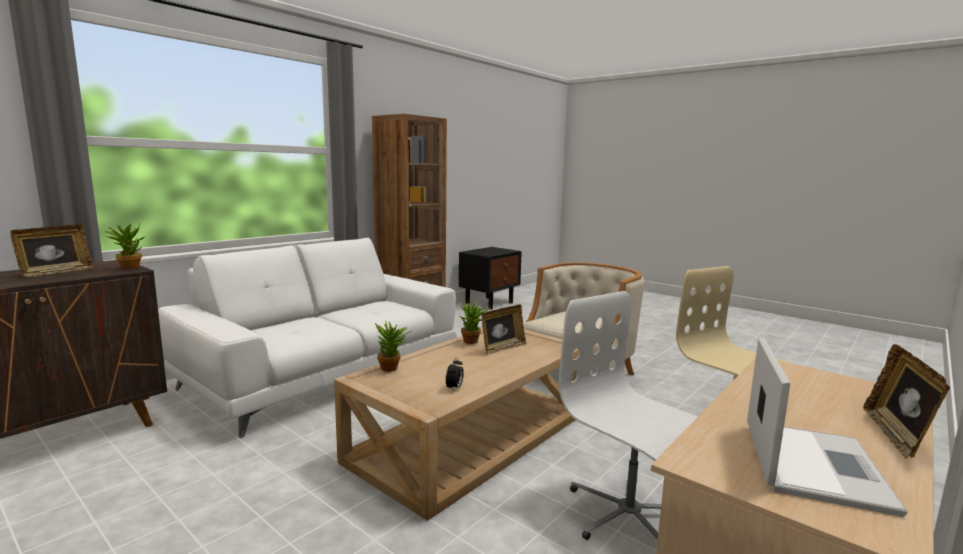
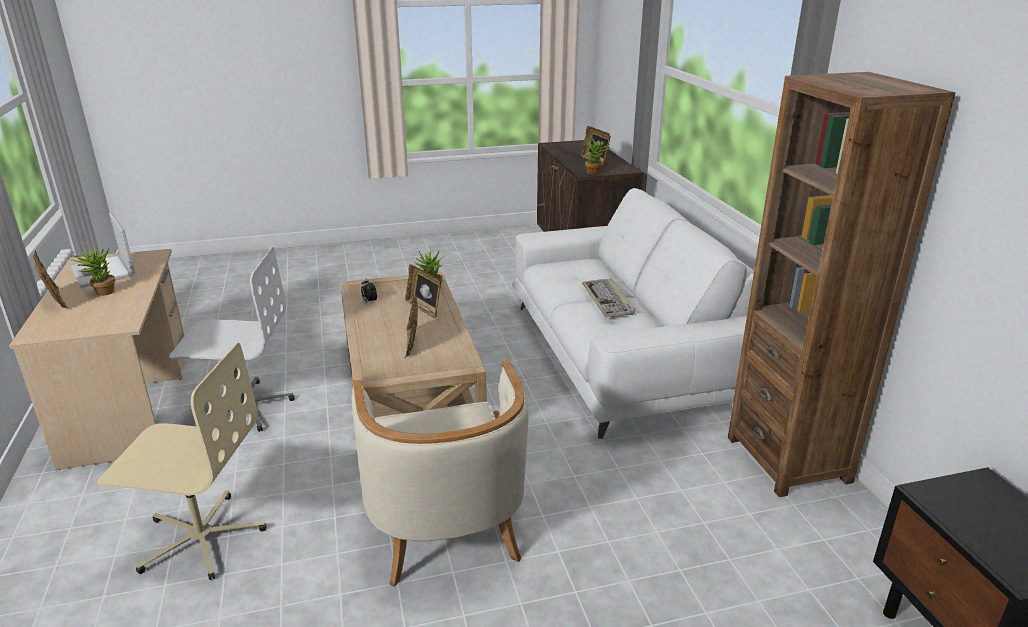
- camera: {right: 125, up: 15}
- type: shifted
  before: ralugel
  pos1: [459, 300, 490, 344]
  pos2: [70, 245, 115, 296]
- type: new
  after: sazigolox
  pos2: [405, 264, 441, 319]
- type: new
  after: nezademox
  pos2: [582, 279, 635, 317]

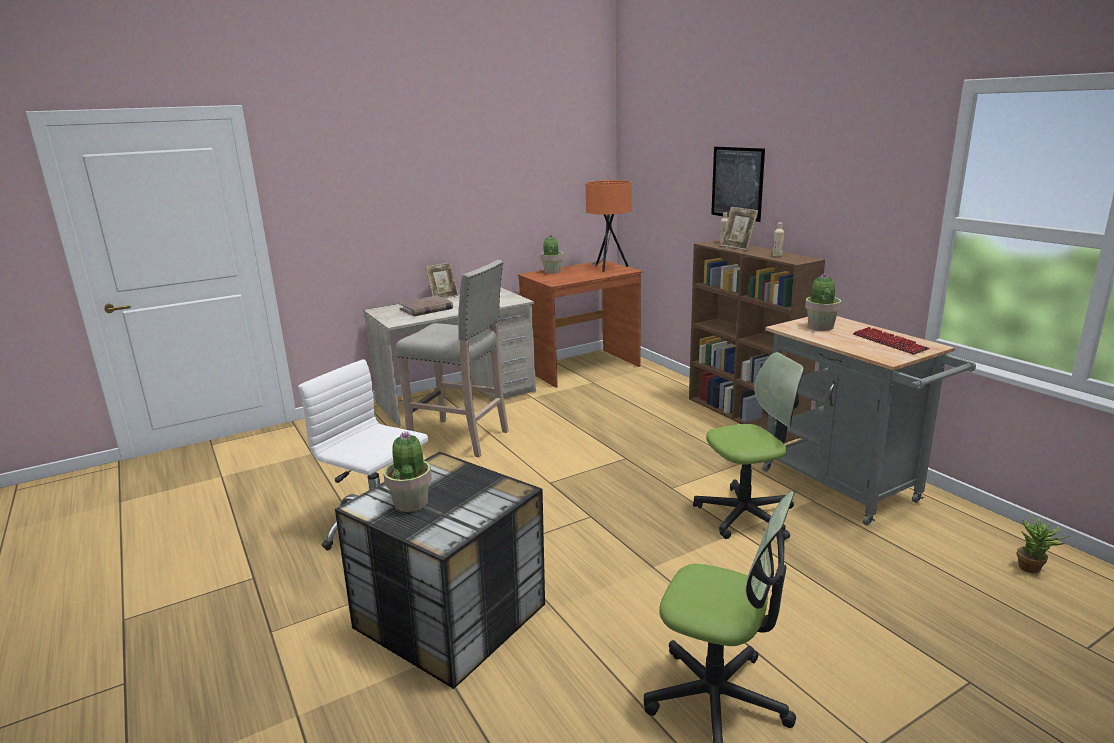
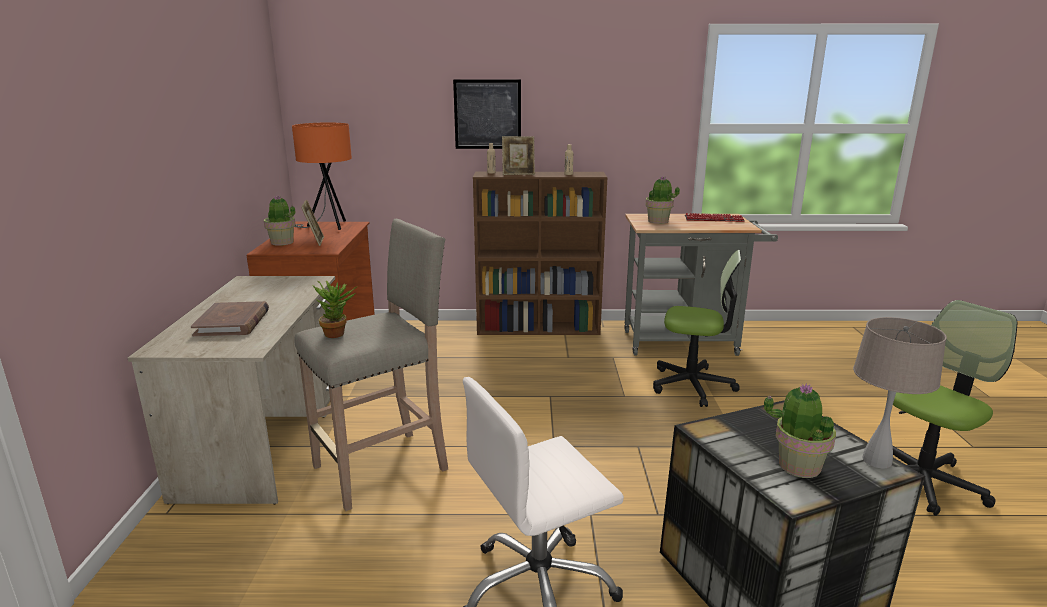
- camera: {right: -60, up: 0}
- type: shifted
  before: sazigolox
  pos1: [425, 262, 459, 299]
  pos2: [301, 200, 324, 246]
- type: rotated
  before: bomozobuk
  pos1: [693, 352, 804, 540]
  pos2: [653, 250, 741, 407]
  turn: 90
- type: shifted
  before: ralugel
  pos1: [1017, 513, 1071, 573]
  pos2: [312, 281, 358, 338]
- type: new
  after: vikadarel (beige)
  pos2: [853, 317, 947, 468]

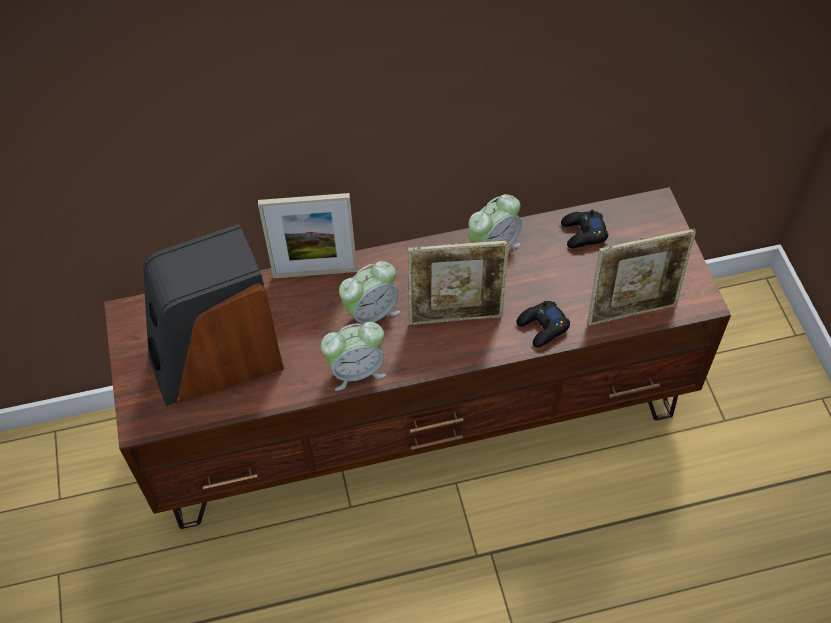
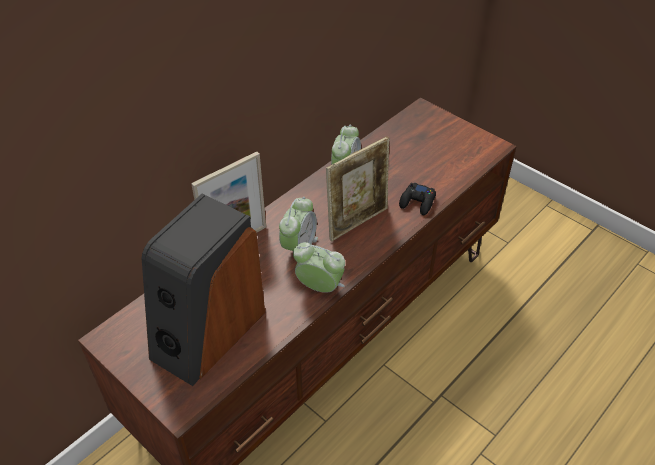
- camera: {right: -35, up: -10}
- type: rotated
  before: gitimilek
  pos1: [321, 322, 386, 391]
  pos2: [293, 242, 345, 293]
  turn: -105
- type: gone
  before: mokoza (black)
  pos1: [561, 210, 608, 248]
- type: gone
  before: sazigolox
  pos1: [587, 229, 696, 326]

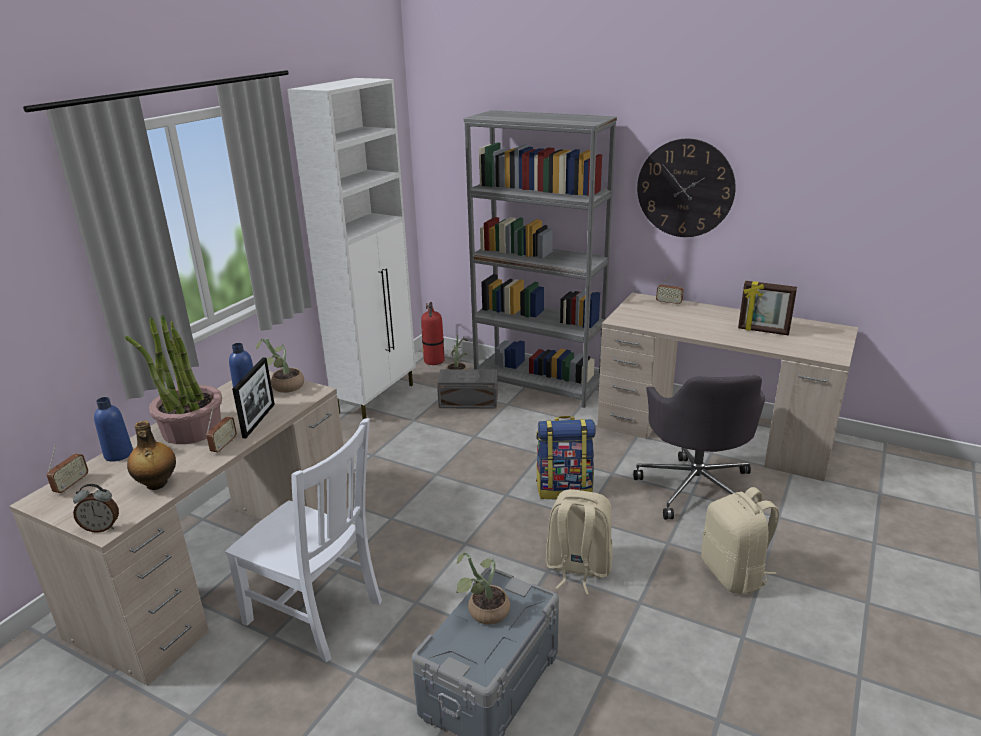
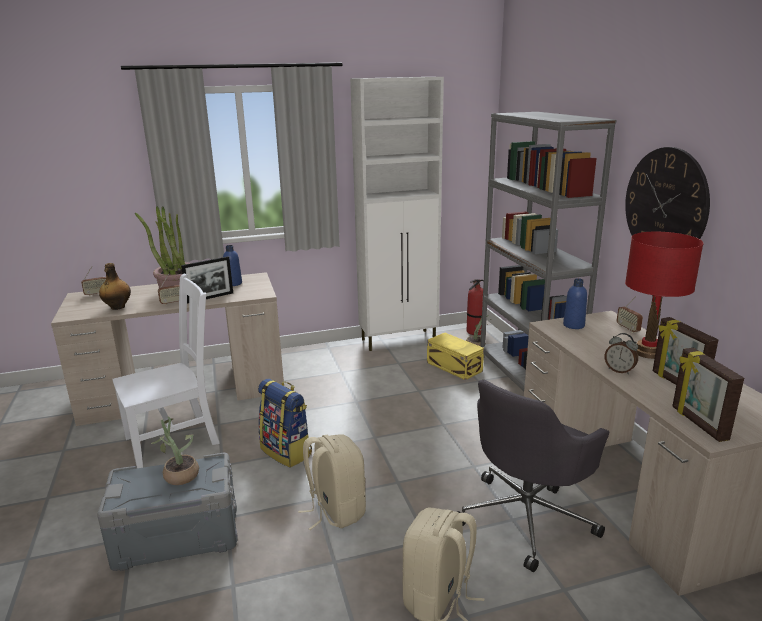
- camera: {right: 45, up: -5}
- type: shifted
  before: gitimilek
  pos1: [73, 484, 119, 533]
  pos2: [605, 333, 638, 375]
- type: shifted
  before: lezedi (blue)
  pos1: [94, 397, 133, 462]
  pos2: [563, 278, 587, 329]
- type: rotated
  before: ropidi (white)
  pos1: [225, 418, 382, 662]
  pos2: [112, 273, 220, 468]
  turn: -105
- type: gone
  before: ralugel
  pos1: [256, 338, 304, 393]
- type: repainted
  before: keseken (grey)
  after: keseken (yellow)
  pos1: [437, 369, 498, 409]
  pos2: [427, 333, 484, 380]
- type: shifted
  before: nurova
  pos1: [536, 416, 596, 499]
  pos2: [258, 378, 312, 468]
- type: new
  after: vikadarel (red)
  pos2: [625, 232, 704, 359]
- type: new
  after: sazigolox
  pos2: [672, 348, 744, 442]

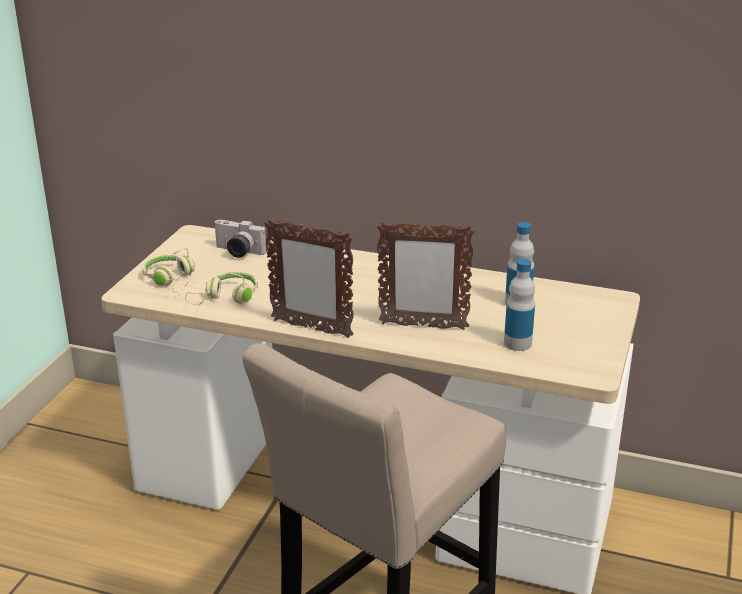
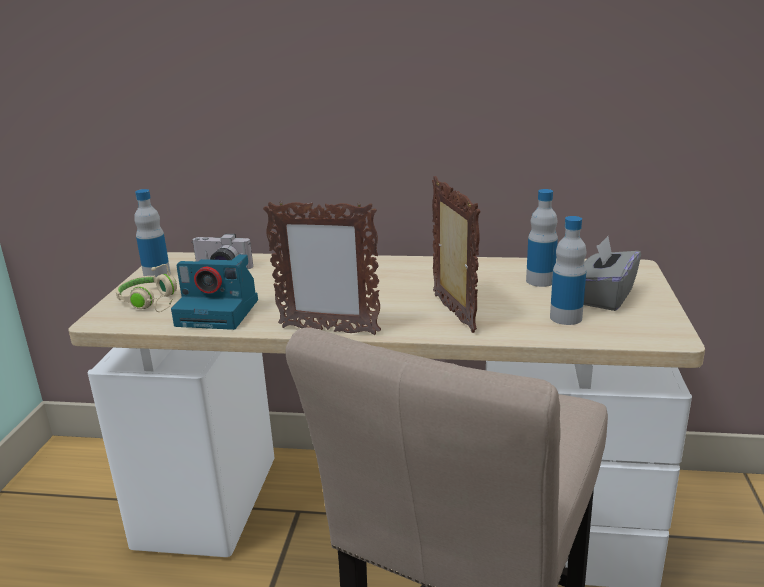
- camera: {right: -10, up: -5}
- type: swapped
  before: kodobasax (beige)
  after: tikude
  pos1: [185, 271, 258, 305]
  pos2: [171, 254, 258, 330]
- type: rotated
  before: sazigolox
  pos1: [377, 221, 475, 330]
  pos2: [432, 176, 480, 333]
  turn: -105
- type: new
  after: lezedi
  pos2: [134, 189, 171, 277]
- type: new
  after: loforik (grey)
  pos2: [584, 236, 641, 311]

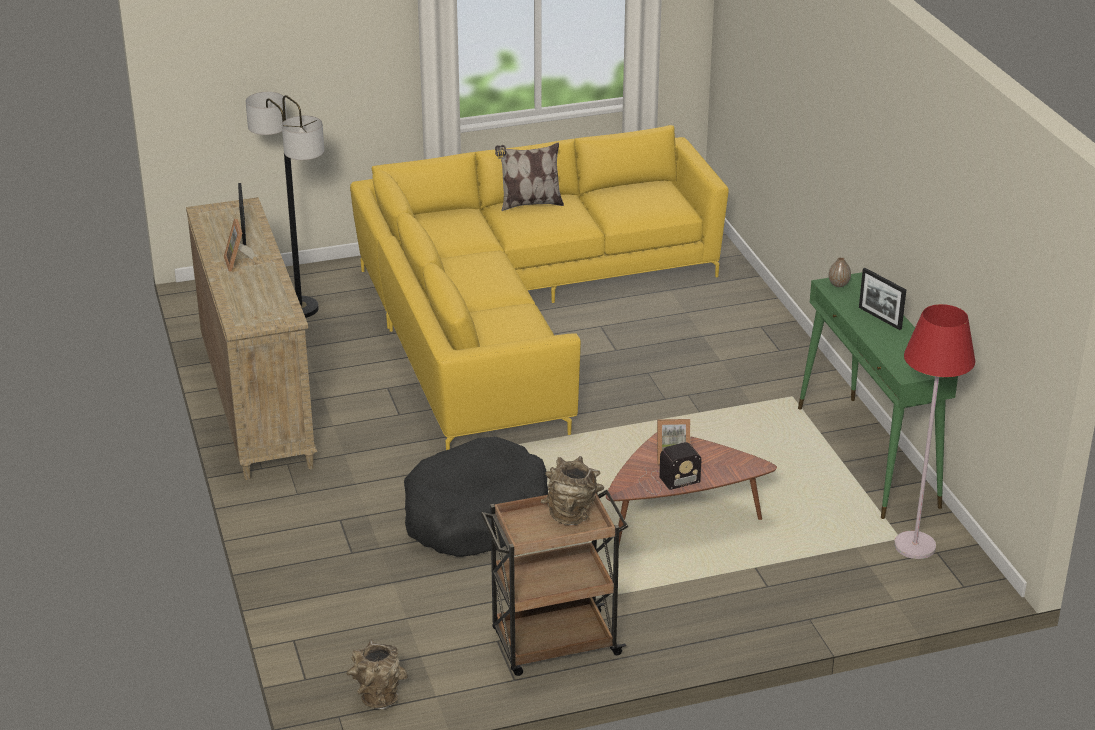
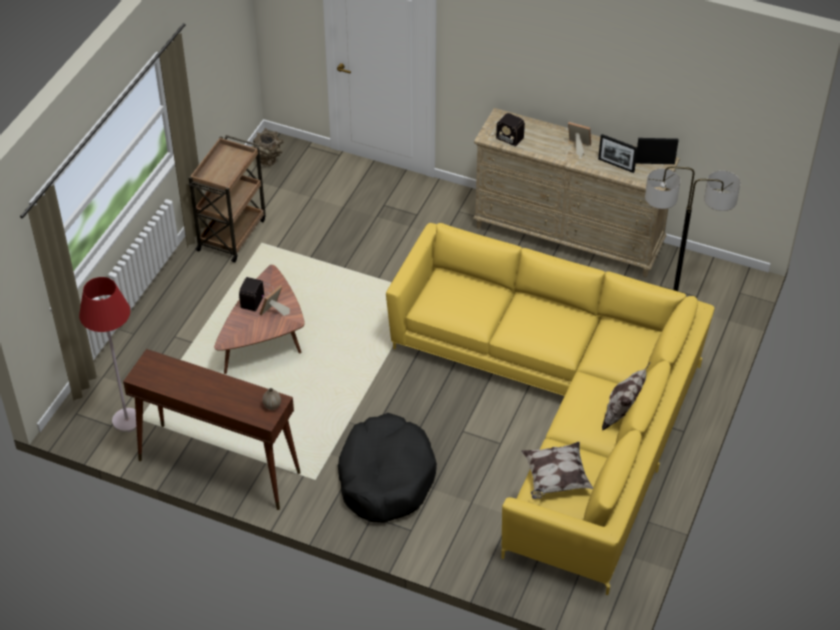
- camera: {right: 130, up: 15}
- type: shifted
  before: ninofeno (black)
  pos1: [404, 437, 548, 557]
  pos2: [338, 413, 437, 523]
- type: gone
  before: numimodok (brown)
  pos1: [541, 456, 604, 525]
- type: repainted
  before: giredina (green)
  after: giredina (brown)
  pos1: [798, 272, 958, 519]
  pos2: [123, 349, 301, 510]
- type: shifted
  before: sazigolox
  pos1: [859, 268, 906, 330]
  pos2: [636, 138, 679, 164]
- type: new
  after: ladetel
  pos2: [486, 113, 525, 147]
- type: new
  after: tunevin
  pos2: [521, 442, 593, 499]

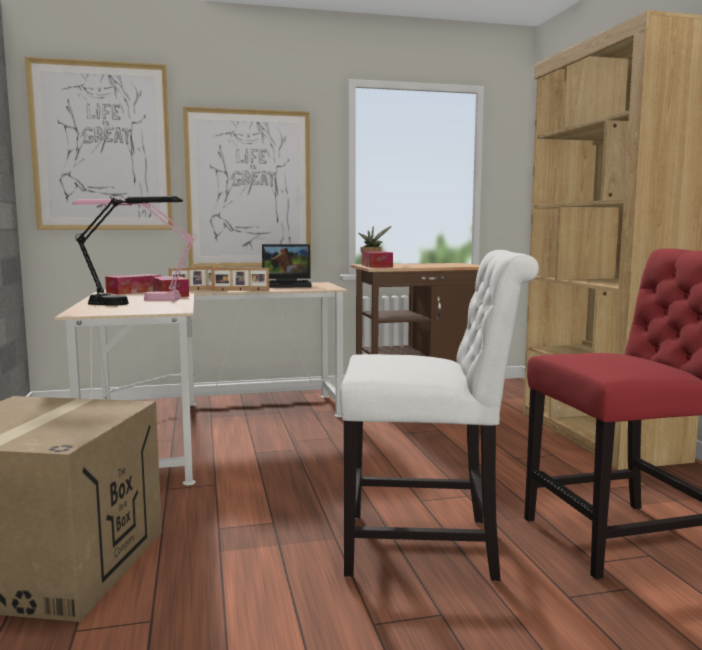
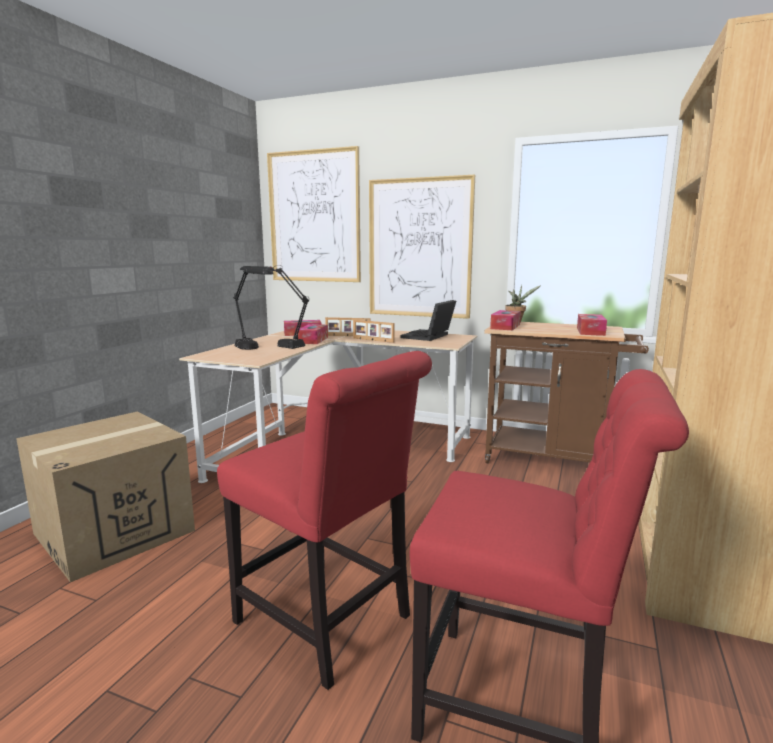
- camera: {right: 35, up: 5}
- type: repainted
  before: vikadarel (pink)
  after: vikadarel (black)
  pos1: [72, 199, 196, 301]
  pos2: [240, 265, 309, 349]
- type: rotated
  before: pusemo
  pos1: [262, 244, 312, 288]
  pos2: [401, 300, 456, 341]
  turn: 90
- type: repainted
  before: ropidi (white)
  after: ropidi (red)
  pos1: [340, 250, 539, 581]
  pos2: [217, 351, 432, 690]
- type: new
  after: loforik
  pos2: [577, 314, 607, 336]

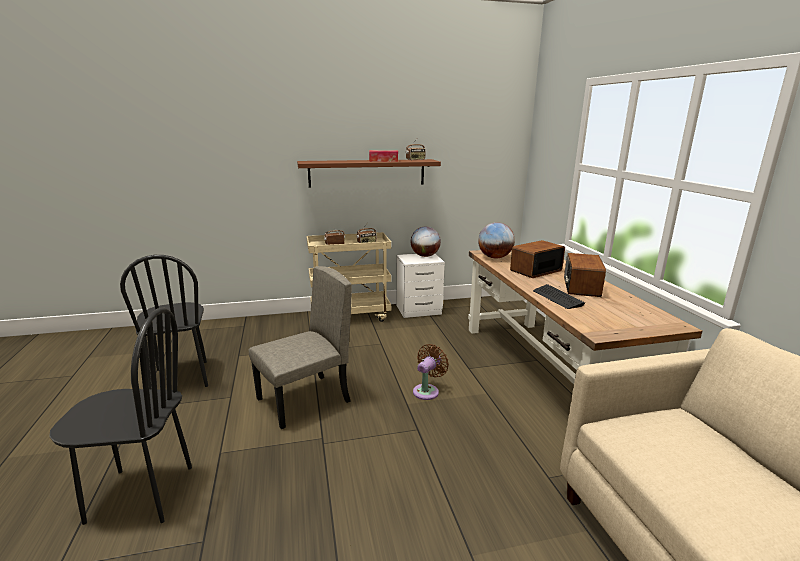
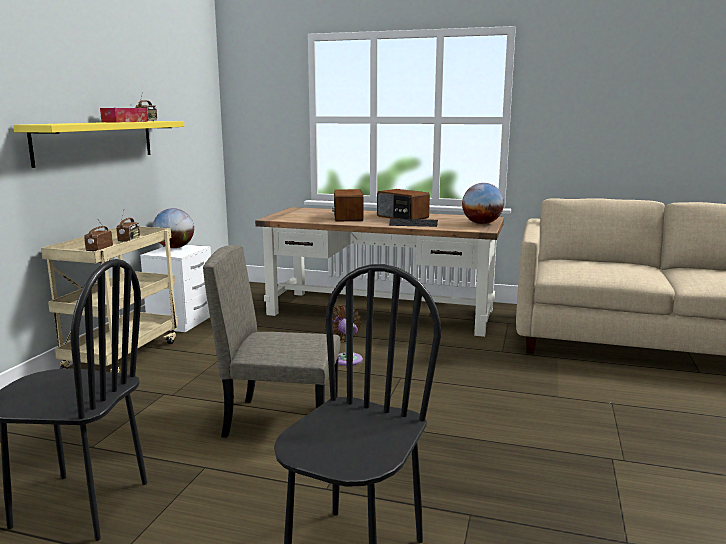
- camera: {right: -60, up: -5}
- type: rotated
  before: ropidi (beige)
  pos1: [248, 266, 352, 429]
  pos2: [203, 245, 340, 438]
  turn: -75
- type: repainted
  before: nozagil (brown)
  after: nozagil (yellow)
  pos1: [297, 159, 441, 187]
  pos2: [13, 121, 184, 168]
- type: shifted
  before: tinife
  pos1: [478, 222, 515, 258]
  pos2: [462, 183, 504, 224]

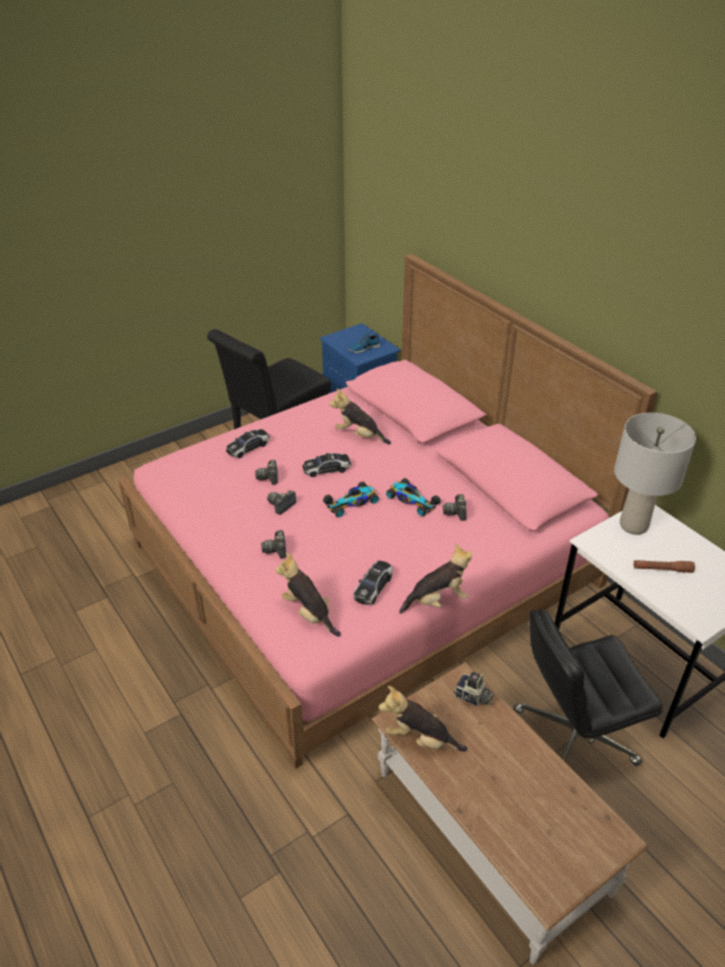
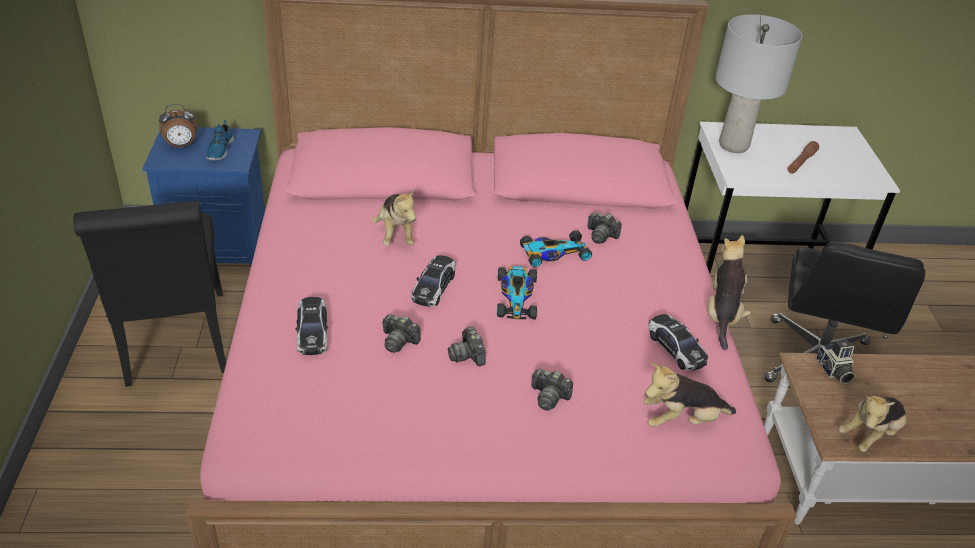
- camera: {right: -60, up: 0}
- type: rotated
  before: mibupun
  pos1: [329, 389, 391, 444]
  pos2: [372, 189, 416, 246]
  turn: -75
- type: rotated
  before: tikude
  pos1: [454, 671, 494, 706]
  pos2: [816, 340, 856, 384]
  turn: 105
- type: new
  after: gitimilek
  pos2: [159, 104, 197, 148]

